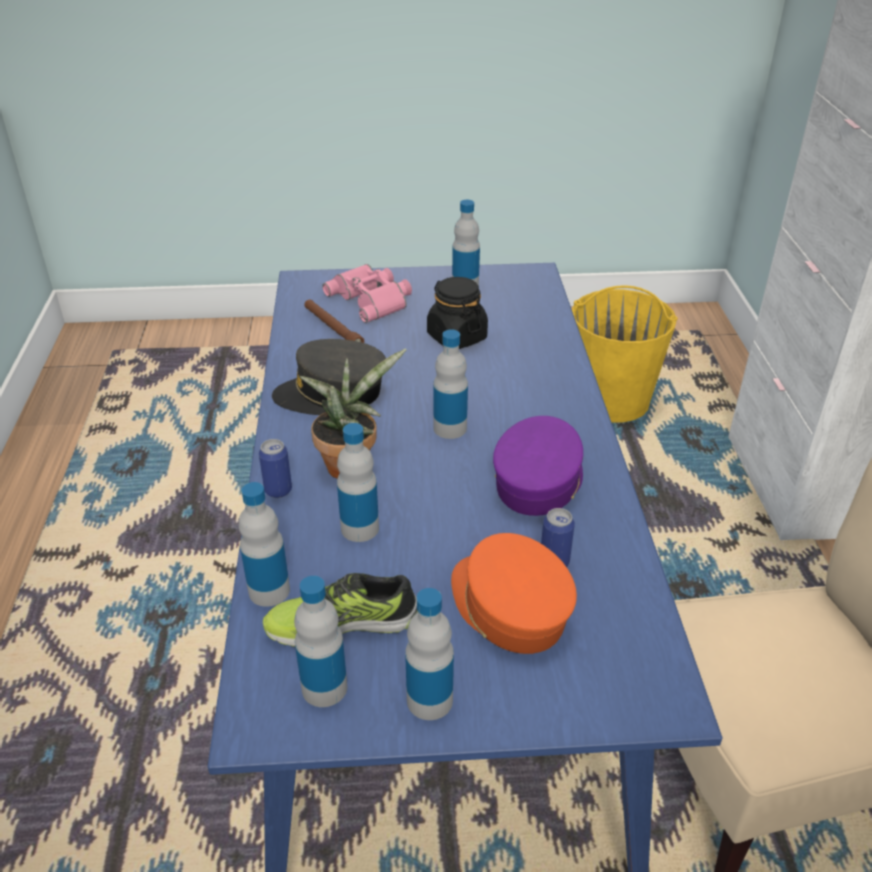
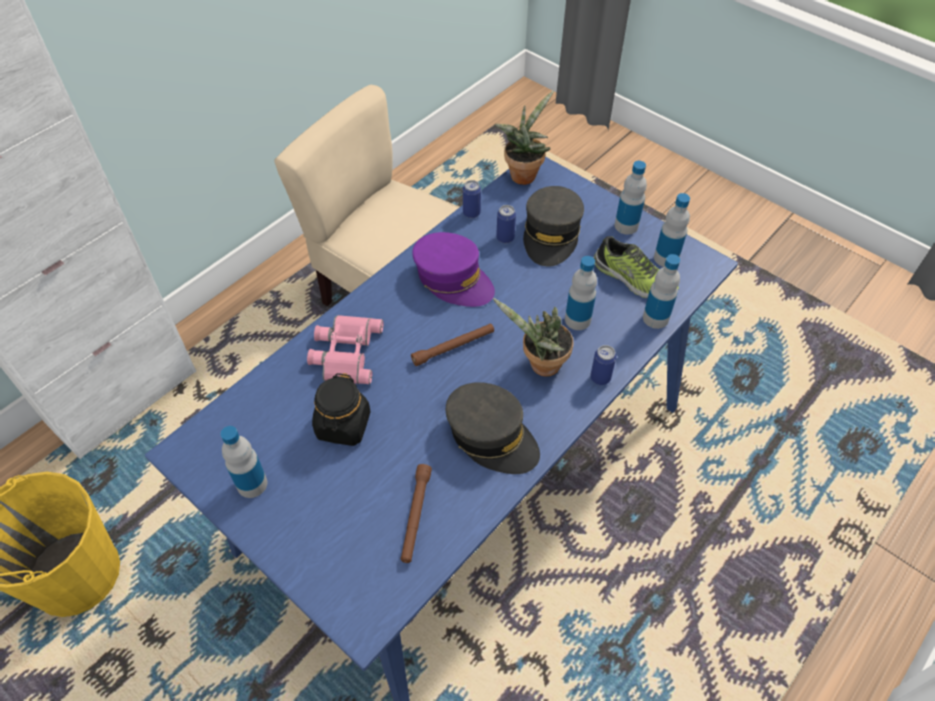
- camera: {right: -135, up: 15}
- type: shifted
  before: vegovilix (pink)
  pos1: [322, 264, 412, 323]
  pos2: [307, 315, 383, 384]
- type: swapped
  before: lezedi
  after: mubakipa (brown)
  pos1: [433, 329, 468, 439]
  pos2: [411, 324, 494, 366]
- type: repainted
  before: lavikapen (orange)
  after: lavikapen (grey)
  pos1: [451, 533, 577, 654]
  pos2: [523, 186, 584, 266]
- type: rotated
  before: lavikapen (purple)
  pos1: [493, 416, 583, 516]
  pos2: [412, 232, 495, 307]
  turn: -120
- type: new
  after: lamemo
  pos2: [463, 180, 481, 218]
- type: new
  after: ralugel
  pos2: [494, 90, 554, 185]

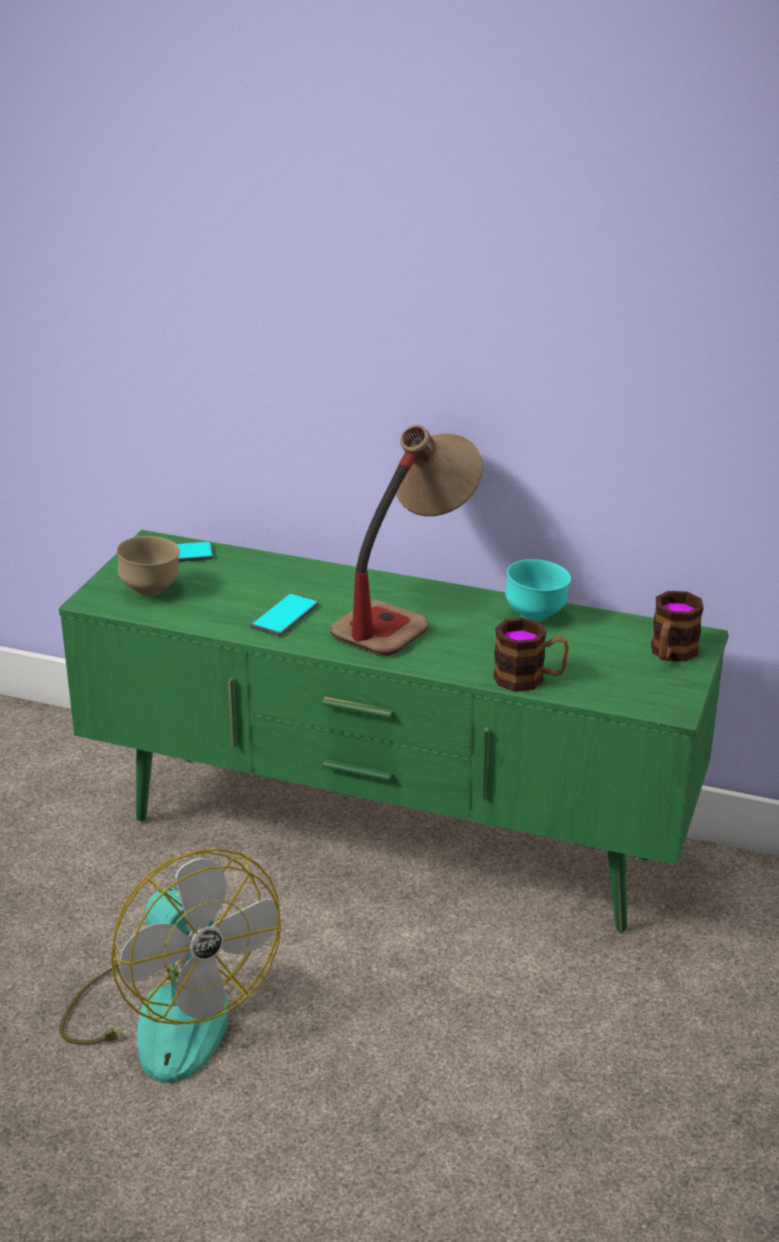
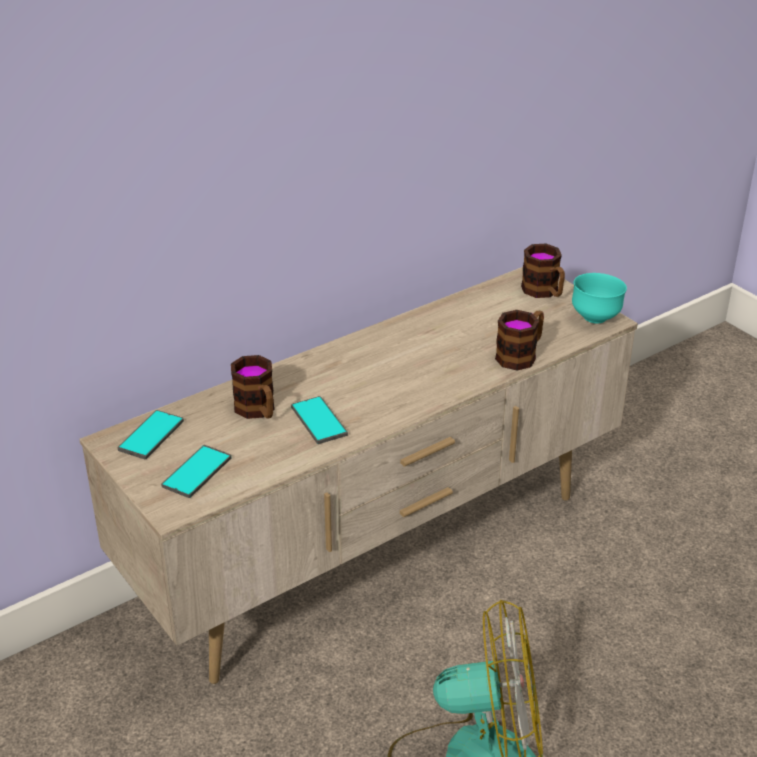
- camera: {right: -55, up: 5}
- type: repainted
  before: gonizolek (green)
  after: gonizolek (beige)
  pos1: [59, 530, 729, 932]
  pos2: [79, 267, 638, 684]
- type: swapped
  before: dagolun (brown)
  after: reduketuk
  pos1: [117, 536, 180, 596]
  pos2: [161, 445, 231, 498]
- type: gone
  before: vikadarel
  pos1: [330, 425, 483, 656]
- type: shifted
  before: dagolun (turquoise)
  pos1: [505, 559, 571, 621]
  pos2: [572, 273, 627, 324]
- type: new
  after: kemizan
  pos2: [231, 355, 275, 419]

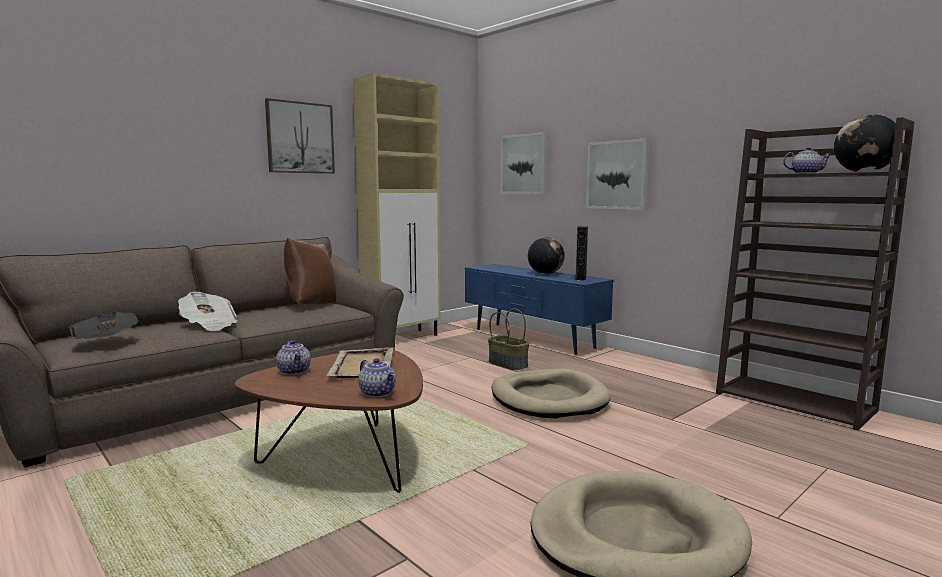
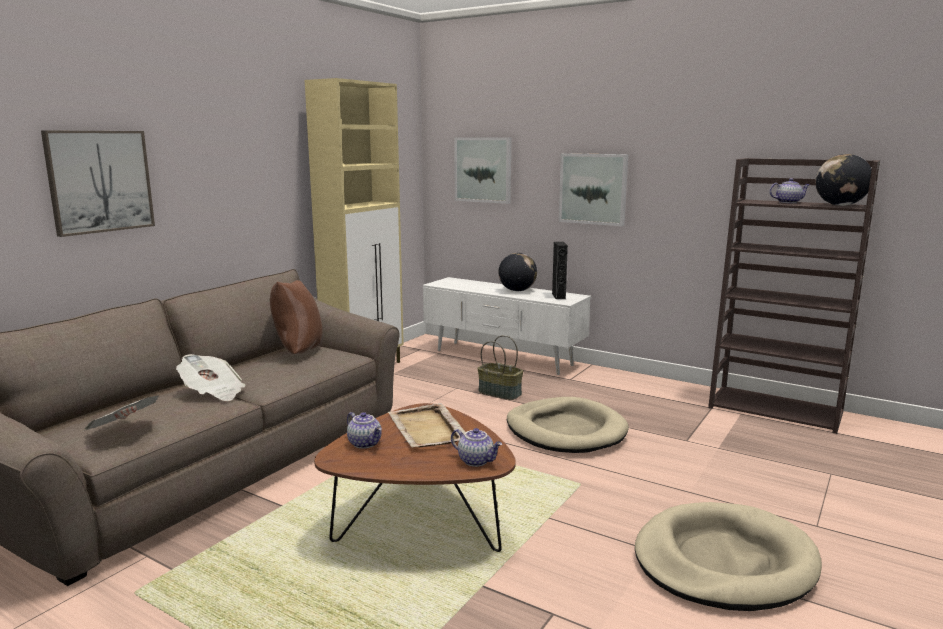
- camera: {right: -15, up: 5}
- type: shifted
  before: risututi
  pos1: [265, 98, 335, 174]
  pos2: [41, 130, 155, 237]
- type: repainted
  before: gonizolek (blue)
  after: gonizolek (white)
  pos1: [465, 264, 614, 355]
  pos2: [423, 277, 591, 375]

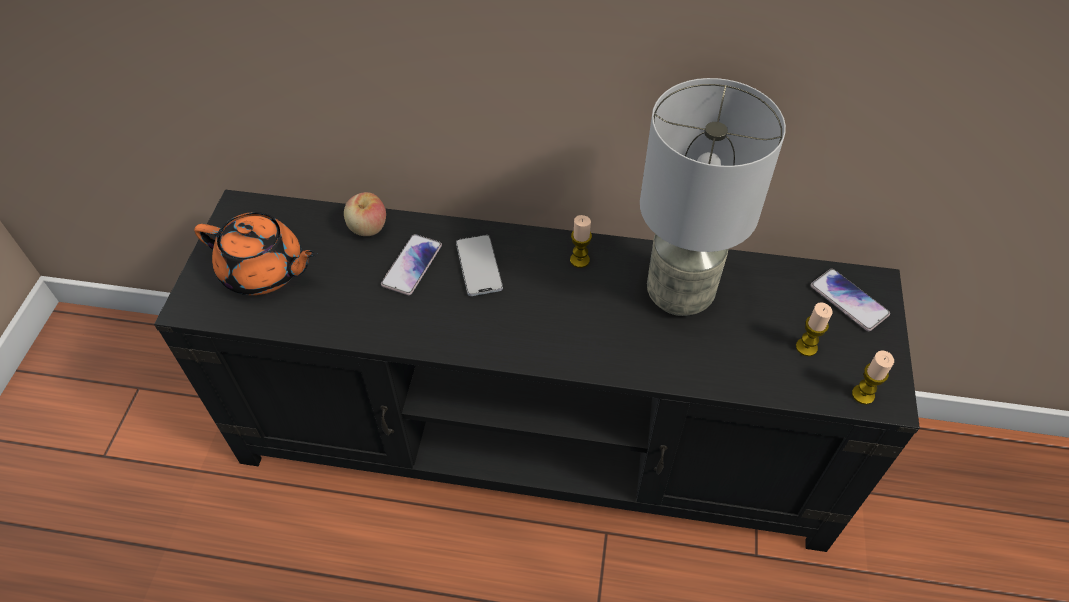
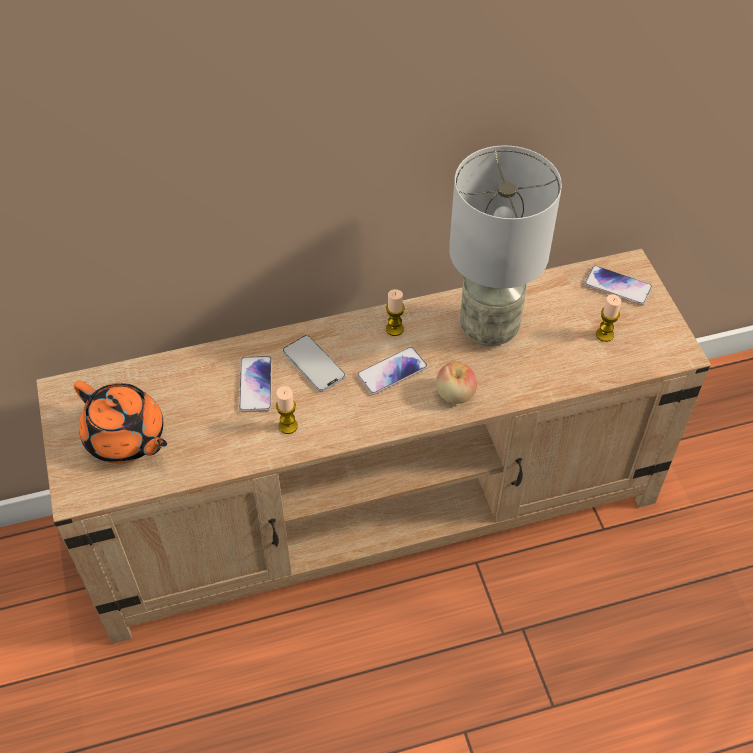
- camera: {right: -25, up: 0}
- type: repainted
  before: gonizolek (black)
  after: gonizolek (beige)
  pos1: [154, 190, 920, 552]
  pos2: [36, 249, 711, 644]
- type: rotated
  before: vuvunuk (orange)
  pos1: [194, 212, 317, 295]
  pos2: [74, 380, 167, 463]
  turn: 45
- type: shifted
  before: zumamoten
  pos1: [344, 192, 386, 236]
  pos2: [436, 361, 477, 404]
- type: shifted
  before: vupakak
  pos1: [852, 350, 894, 405]
  pos2: [276, 386, 298, 434]
- type: new
  after: reduketuk
  pos2: [357, 347, 428, 395]

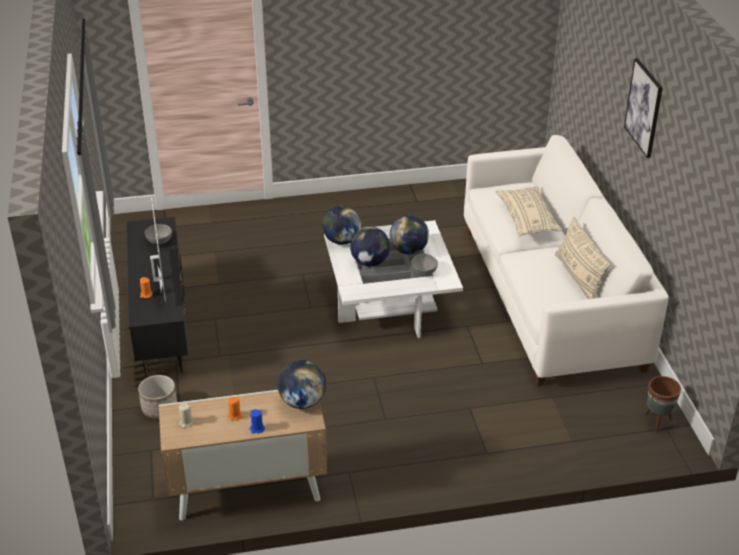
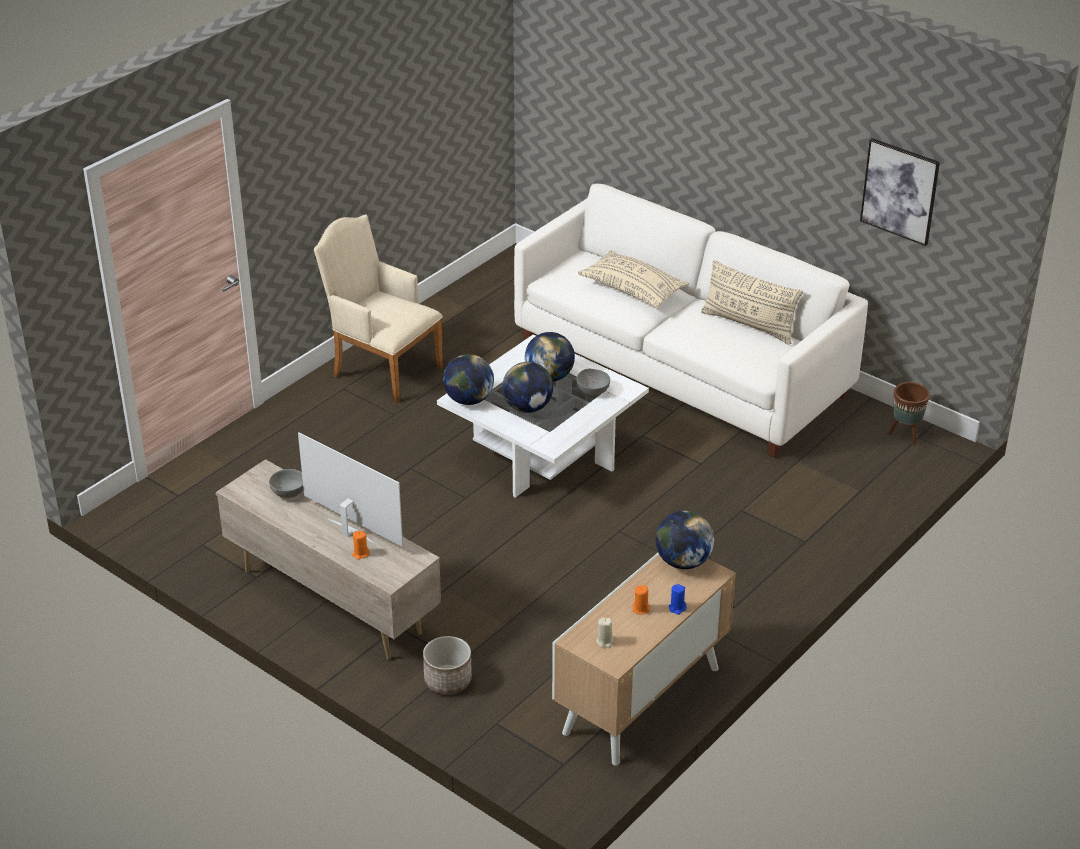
- camera: {right: -40, up: 0}
- type: repainted
  before: gonizolek (black)
  after: gonizolek (beige)
  pos1: [126, 217, 188, 377]
  pos2: [215, 459, 441, 659]
- type: shifted
  before: risututi
  pos1: [624, 58, 663, 158]
  pos2: [860, 138, 940, 246]
- type: new
  after: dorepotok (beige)
  pos2: [314, 215, 443, 403]

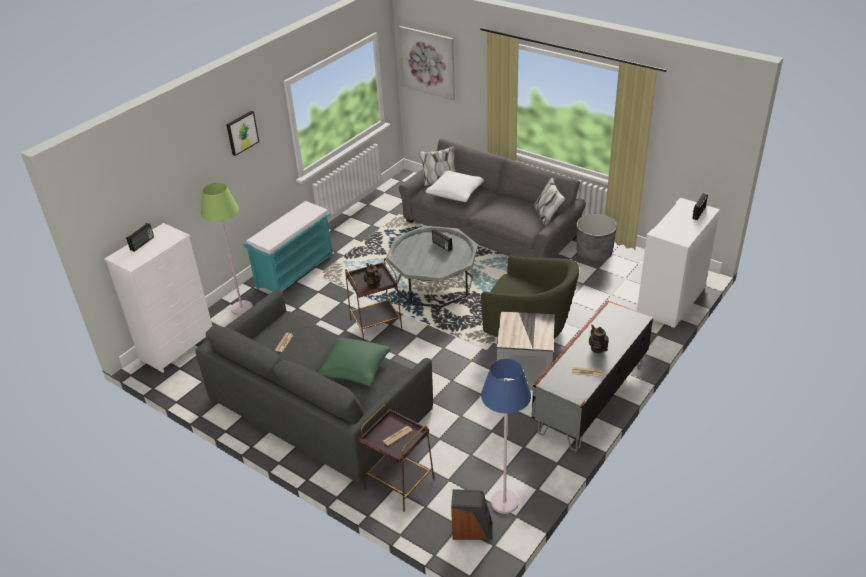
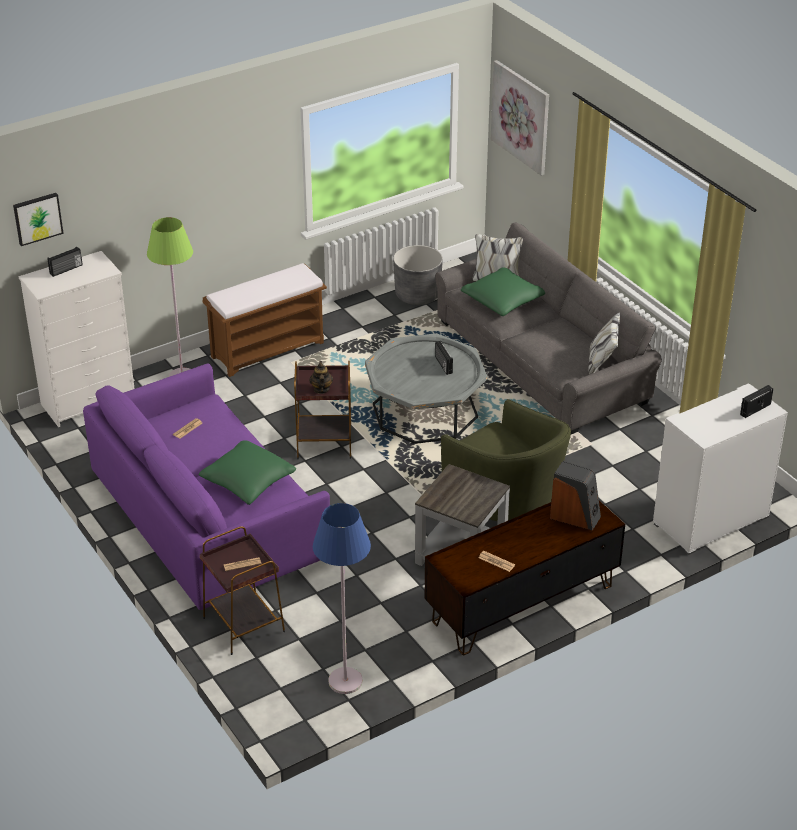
- camera: {right: 20, up: 0}
- type: repainted
  before: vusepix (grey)
  after: vusepix (purple)
  pos1: [195, 289, 433, 483]
  pos2: [83, 364, 330, 610]
- type: shifted
  before: risututi
  pos1: [226, 111, 259, 156]
  pos2: [13, 193, 64, 246]
- type: repainted
  before: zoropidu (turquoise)
  after: zoropidu (brown)
  pos1: [243, 201, 333, 293]
  pos2: [203, 263, 327, 377]
- type: repainted
  before: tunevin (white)
  after: tunevin (green)
  pos1: [425, 170, 484, 202]
  pos2: [461, 268, 545, 316]
- type: shifted
  before: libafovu
  pos1: [451, 489, 493, 540]
  pos2: [550, 461, 601, 531]
- type: repainted
  before: gonizolek (grey)
  after: gonizolek (brown)
  pos1: [532, 300, 653, 452]
  pos2: [424, 501, 625, 656]
- type: shifted
  before: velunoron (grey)
  pos1: [576, 214, 617, 262]
  pos2: [393, 245, 443, 305]
- type: gone
  before: vuvunuk
  pos1: [589, 325, 609, 353]

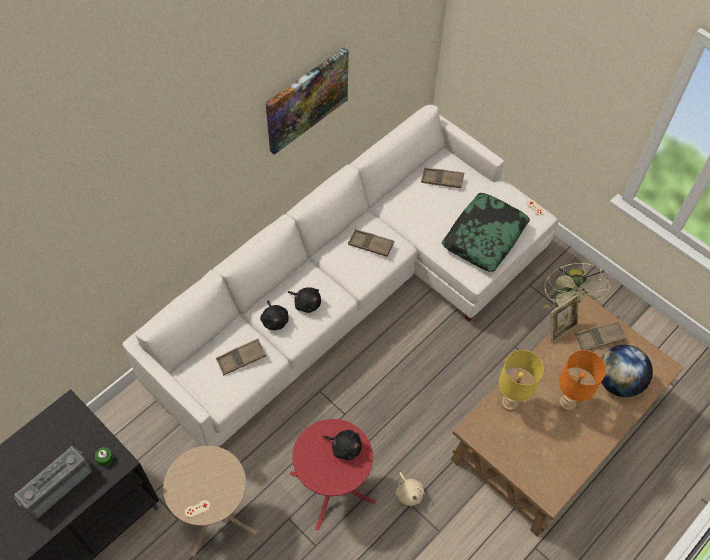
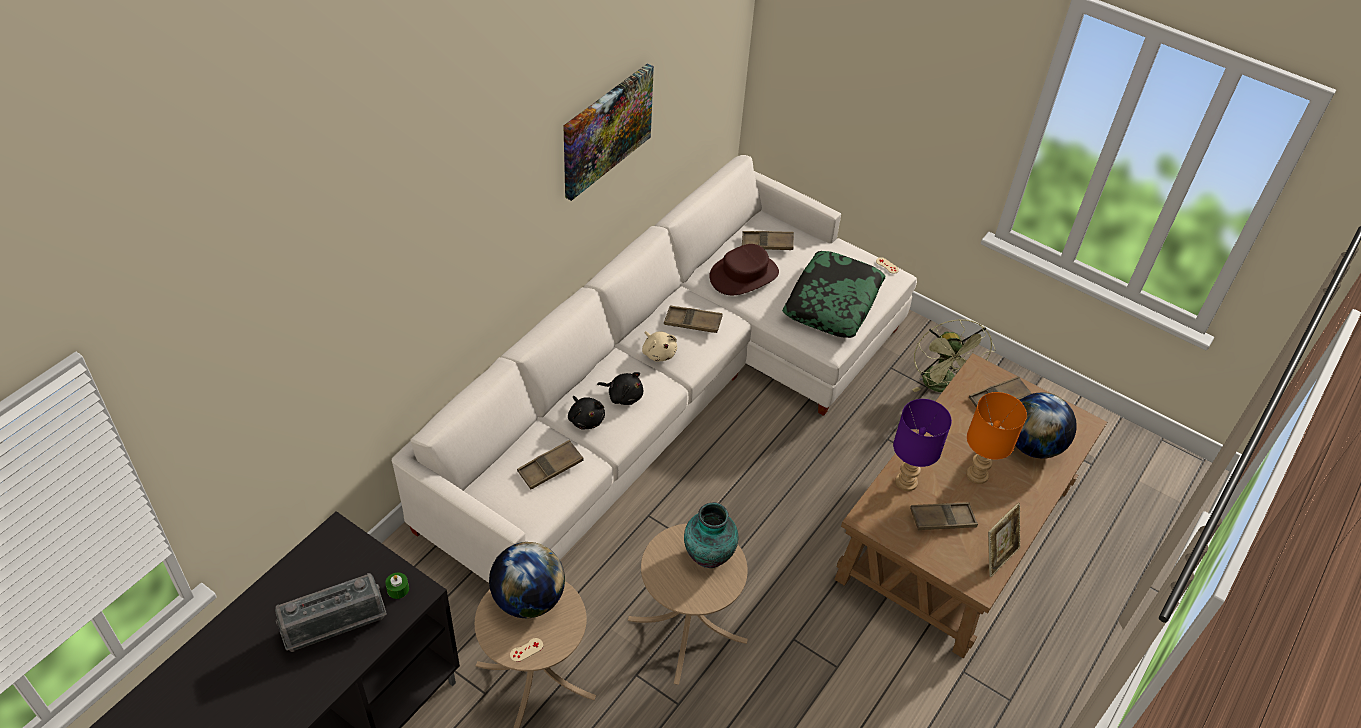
- camera: {right: -10, up: -10}
- type: rotated
  before: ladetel
  pos1: [14, 446, 92, 519]
  pos2: [275, 573, 387, 652]
  turn: -150
- type: repainted
  before: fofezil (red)
  after: fofezil (beige)
  pos1: [290, 419, 376, 530]
  pos2: [628, 523, 748, 685]
- type: swapped
  before: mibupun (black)
  after: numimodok
  pos1: [323, 430, 362, 460]
  pos2: [684, 502, 738, 568]
- type: shifted
  before: mibupun (beige)
  pos1: [395, 472, 424, 506]
  pos2: [642, 331, 677, 362]
- type: repainted
  before: vikadarel (yellow)
  after: vikadarel (purple)
  pos1: [499, 350, 544, 411]
  pos2: [893, 399, 952, 491]
- type: shifted
  before: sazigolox
  pos1: [551, 294, 579, 343]
  pos2: [988, 503, 1021, 577]
- type: new
  after: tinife
  pos2: [489, 542, 565, 618]
- type: new
  after: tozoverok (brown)
  pos2: [709, 244, 779, 295]
- type: new
  after: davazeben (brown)
  pos2: [910, 502, 978, 530]

